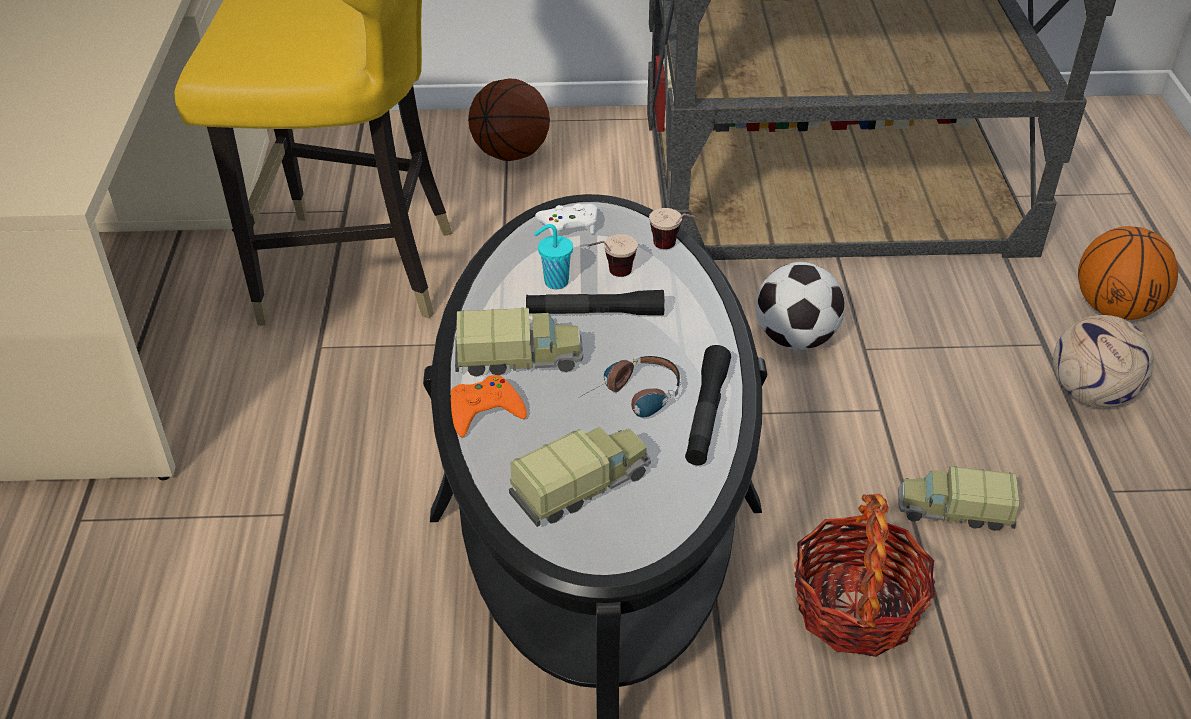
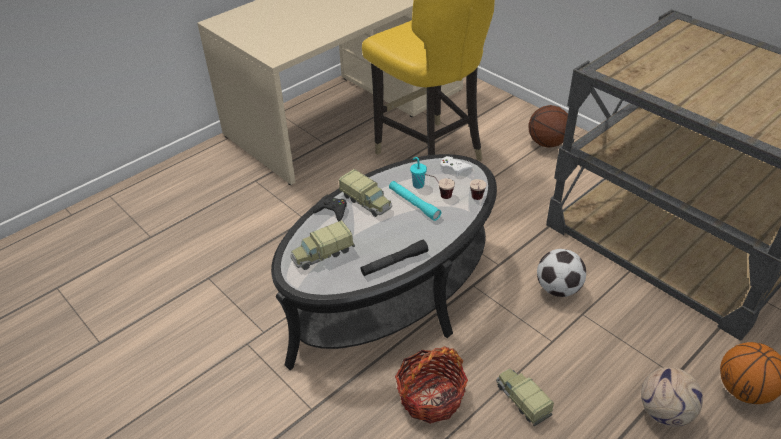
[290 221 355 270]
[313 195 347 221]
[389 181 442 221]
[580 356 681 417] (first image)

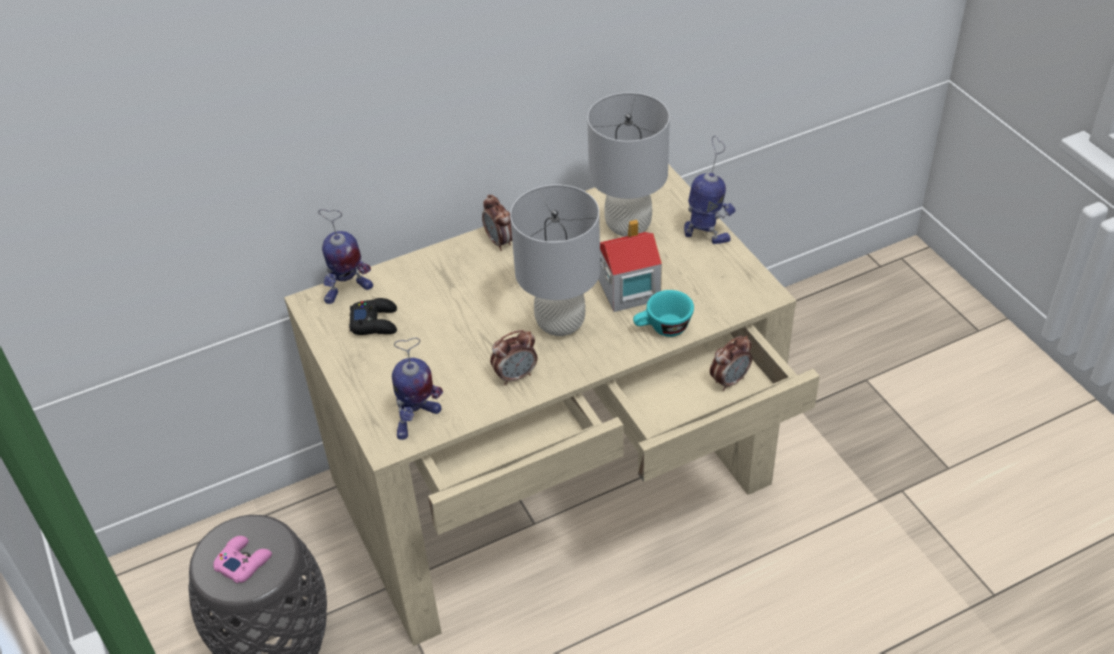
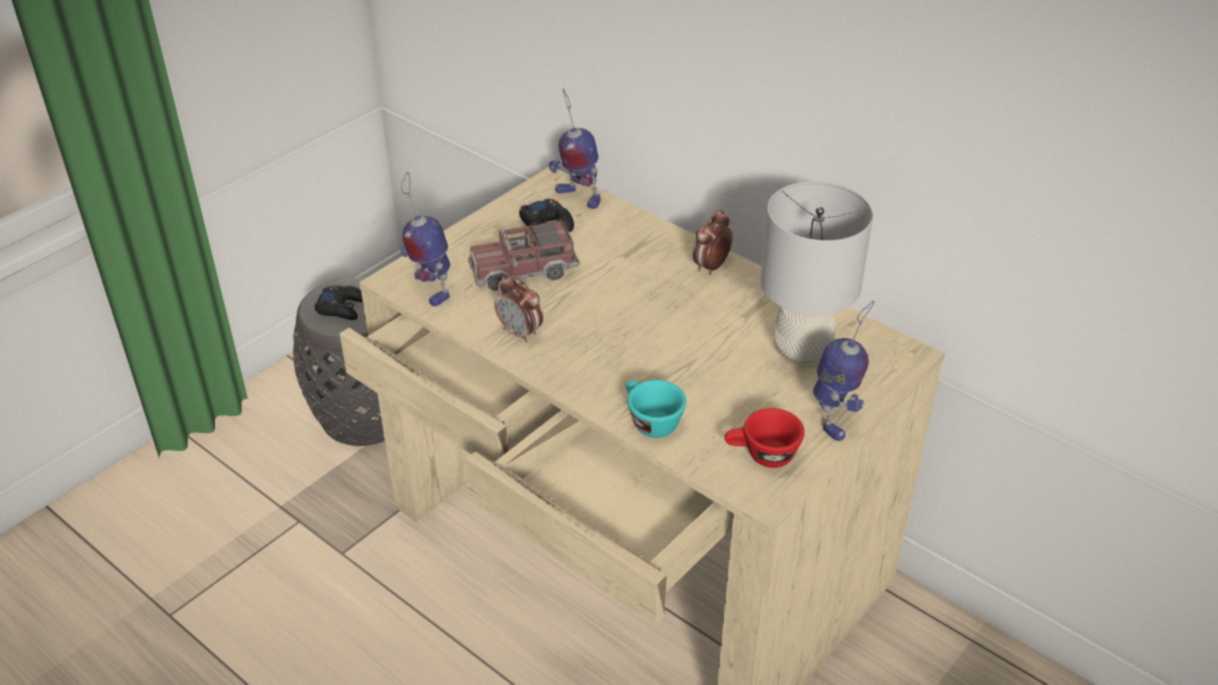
[314 286 363 320]
[401 172 450 307]
[468 219 580 291]
[725 408 805 468]
[510 185 600 336] (first image)
[598 220 662 312] (first image)
[710 336 752 391] (first image)

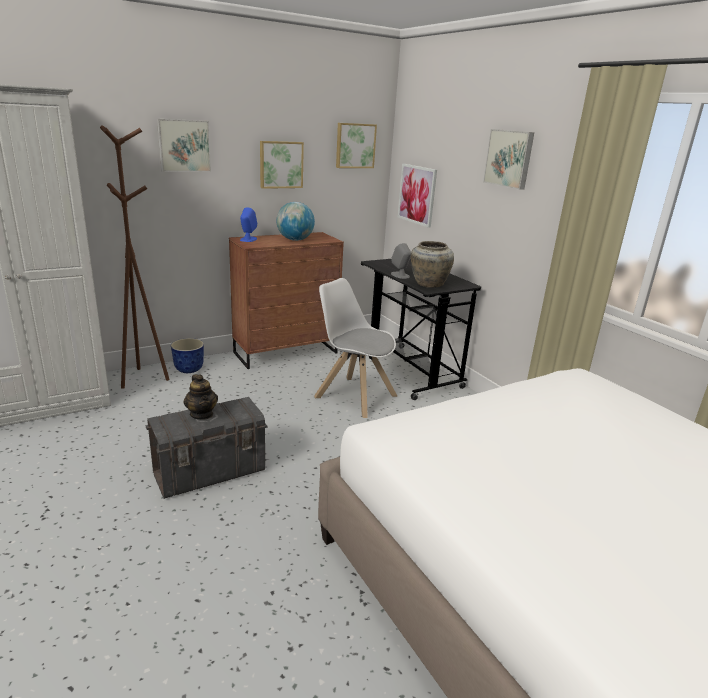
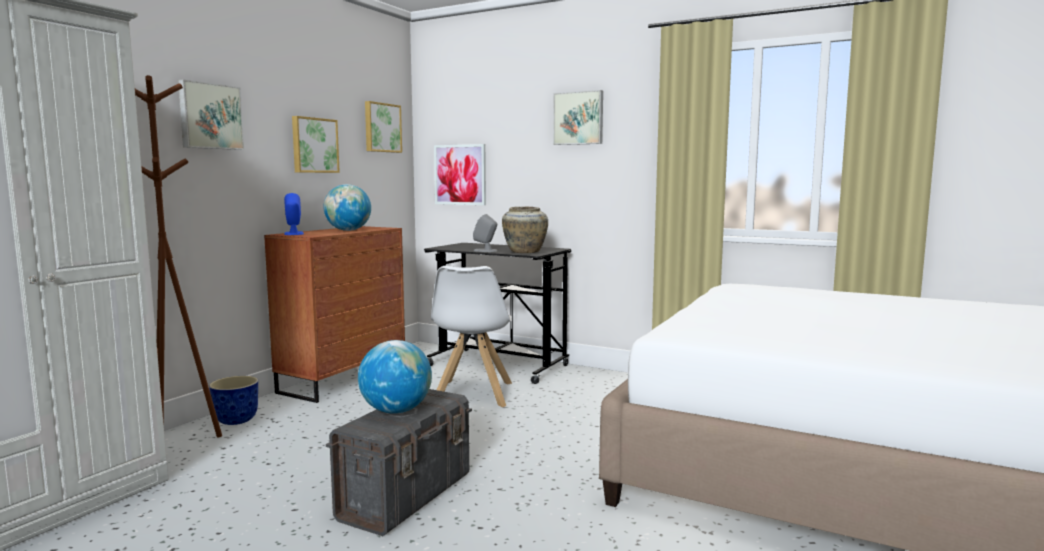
[358 340 432 414]
[431 266 512 407]

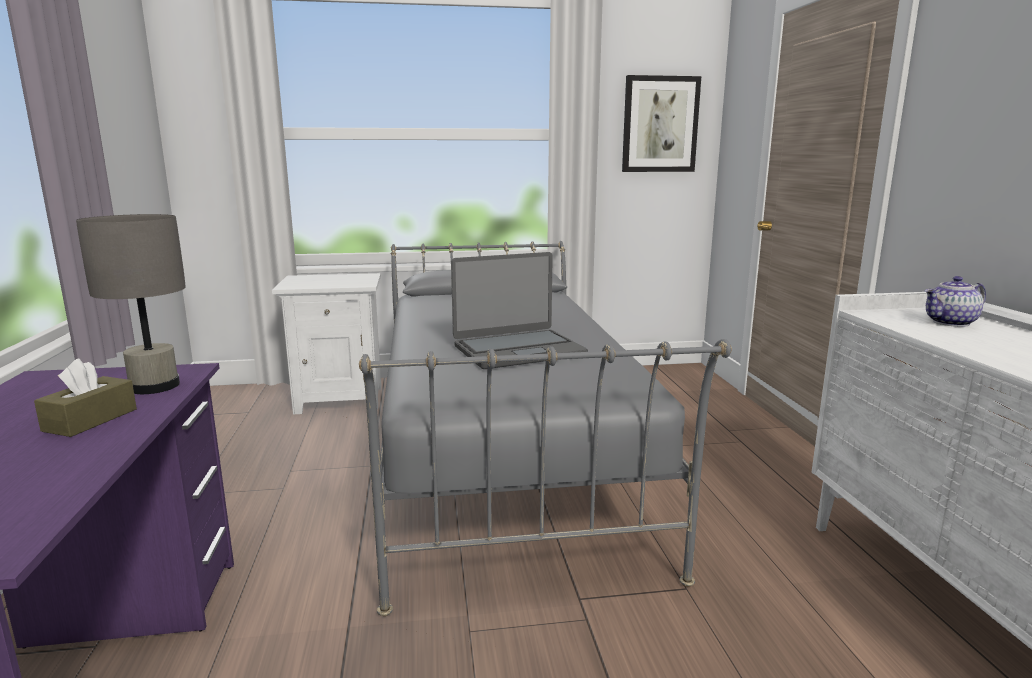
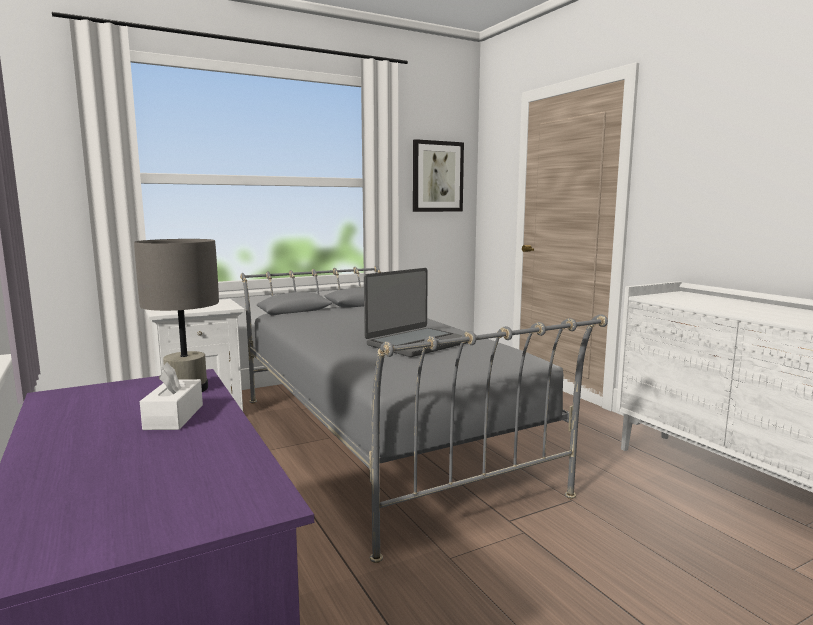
[140 362 203 430]
[925 276 986 327] (first image)

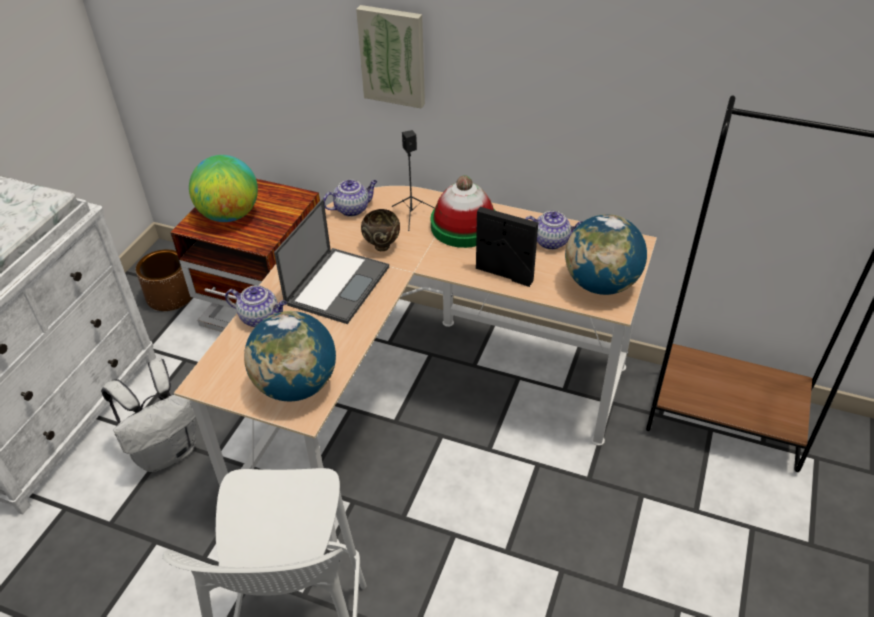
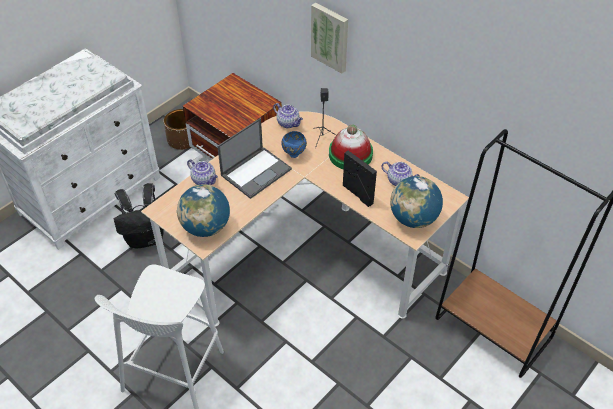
[114 183 164 249]
[273 103 303 128]
[281 131 307 158]
[189 155 258 222] (first image)

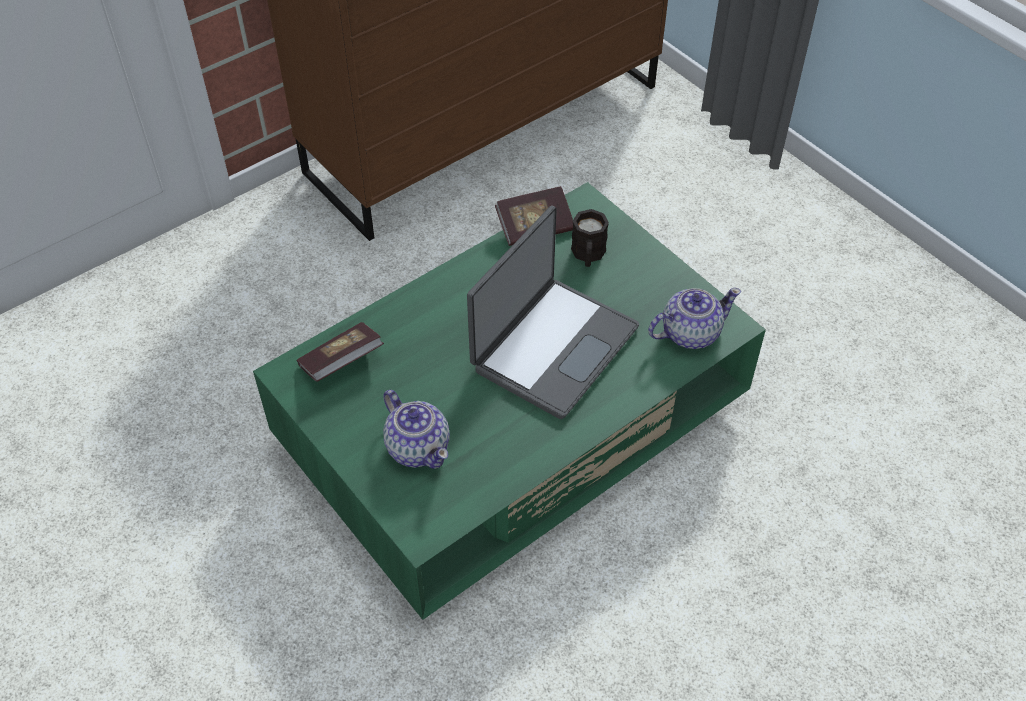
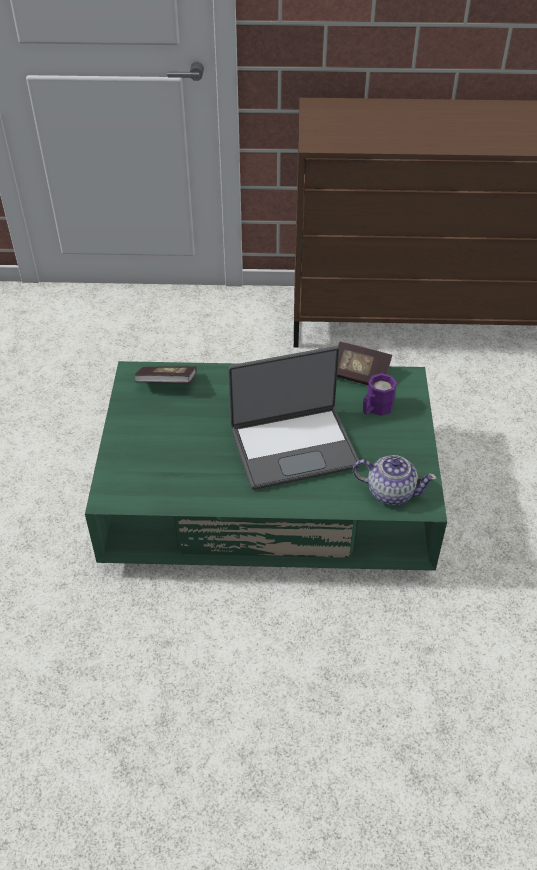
[363 373 397 416]
[383 390 450 469] (first image)

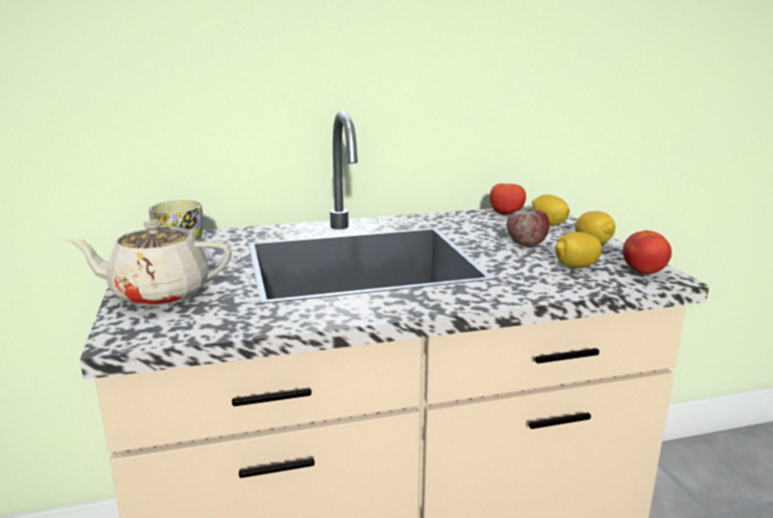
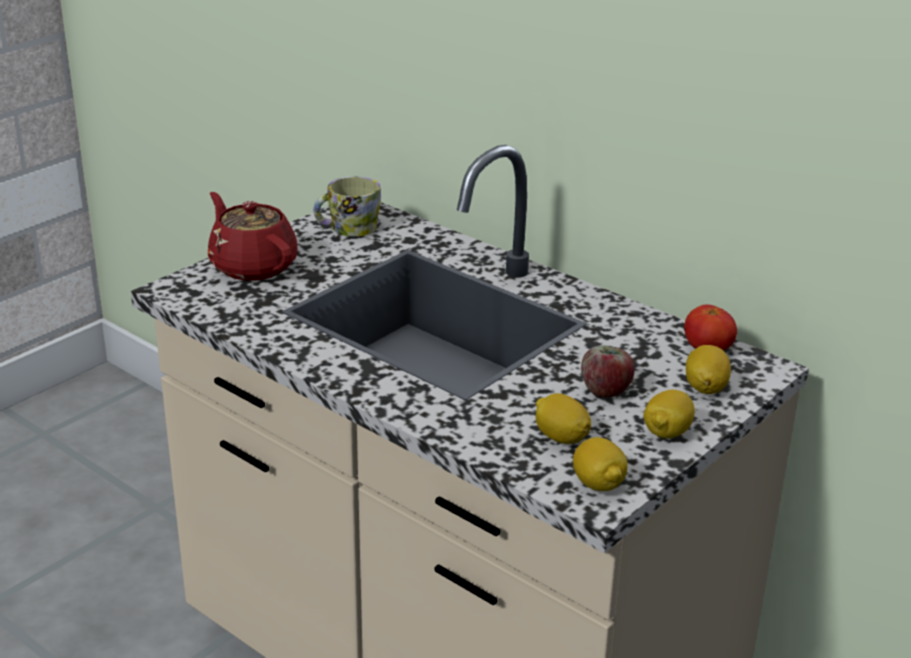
[208 192 297 281]
[573 437 628 491]

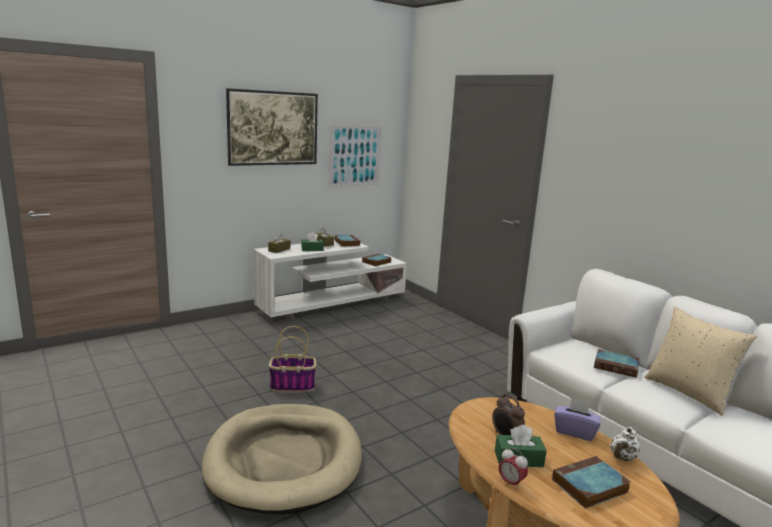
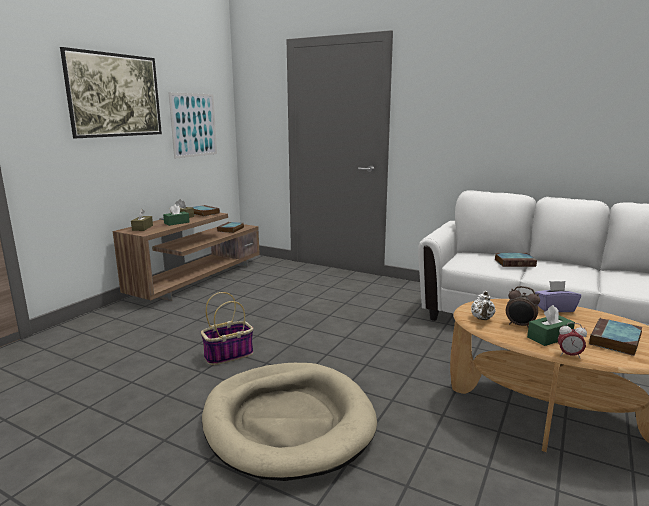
[113 213 260 301]
[471 291 495 320]
[644 307 757 416] (first image)

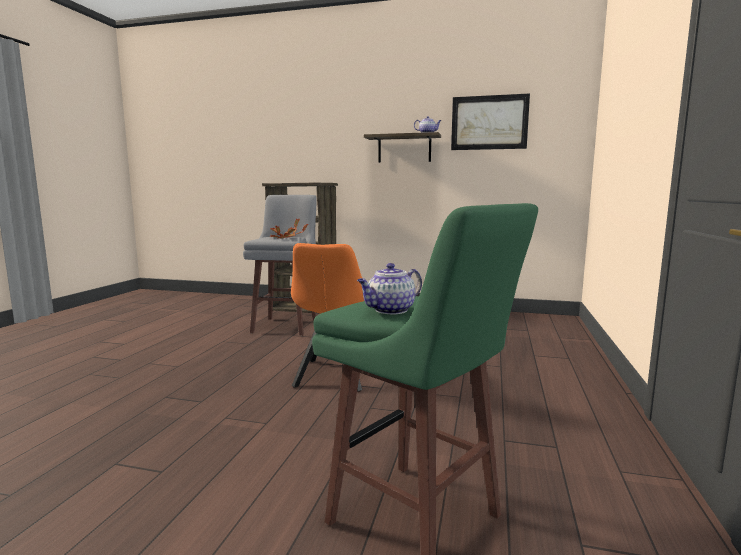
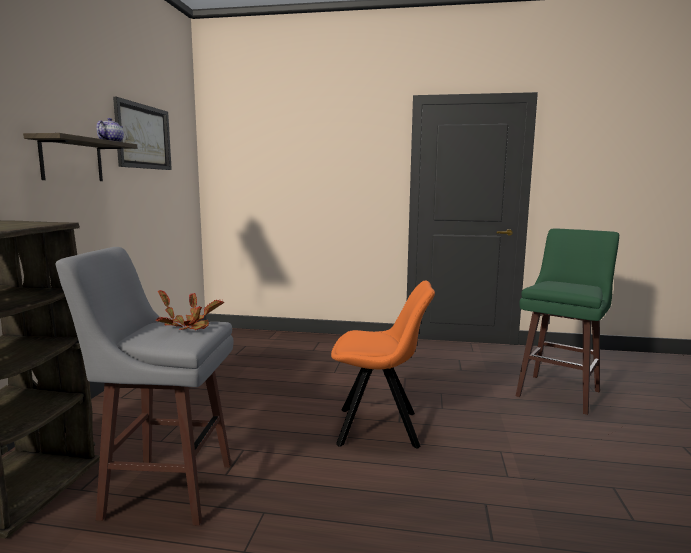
[357 263 422 314] (first image)

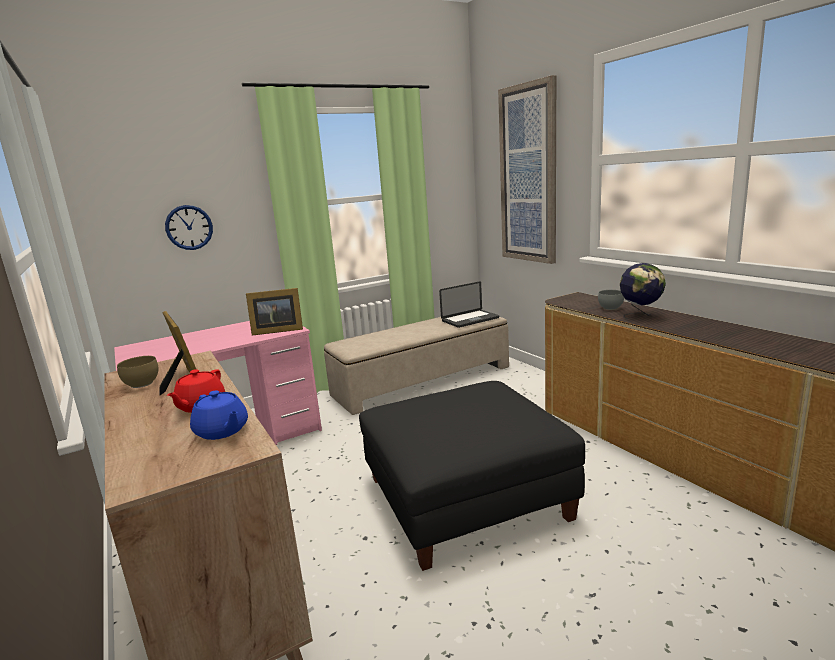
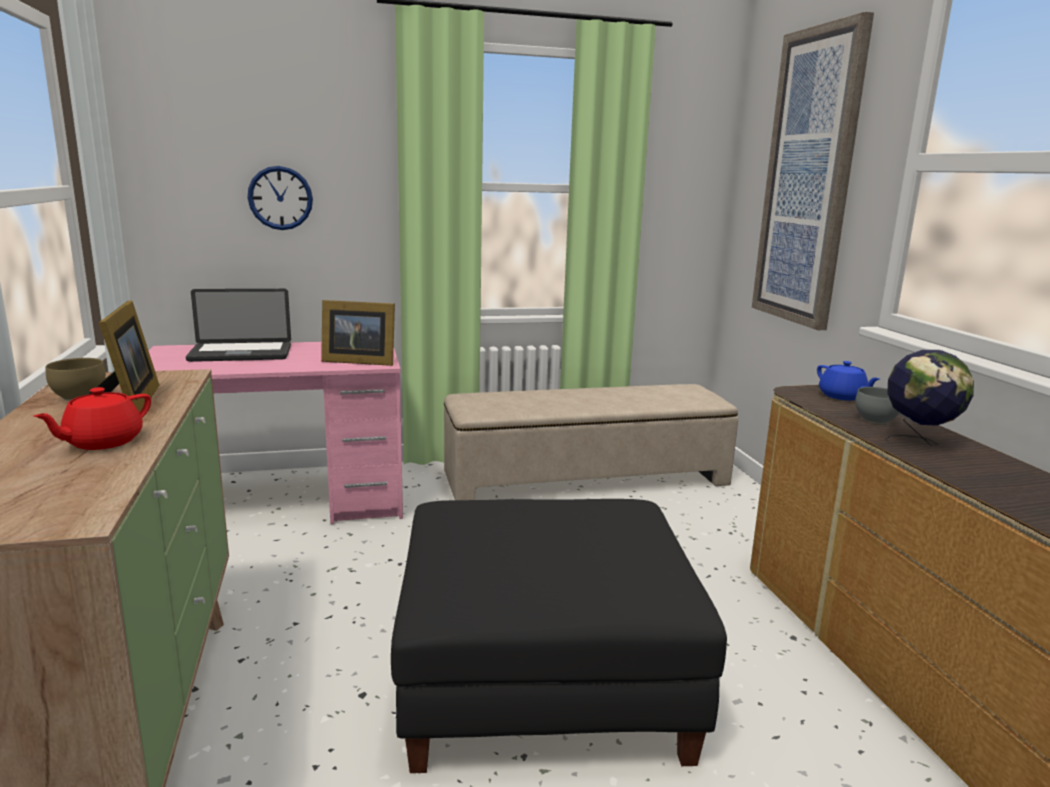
[186 289 291 362]
[817 361 880 401]

